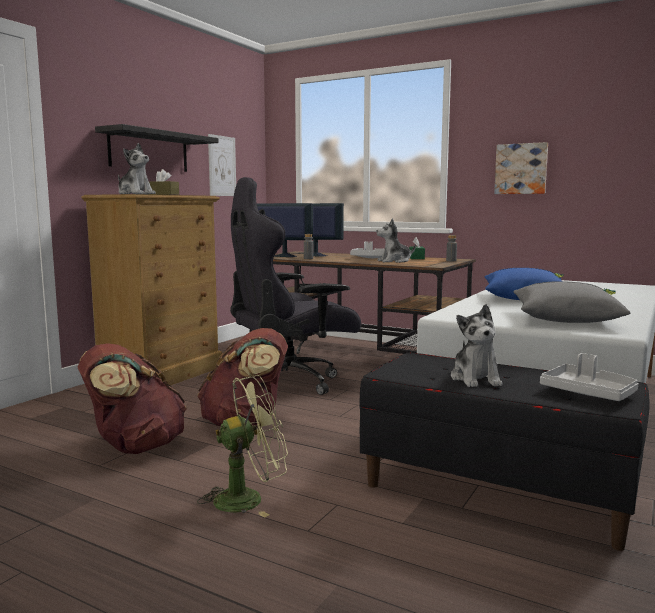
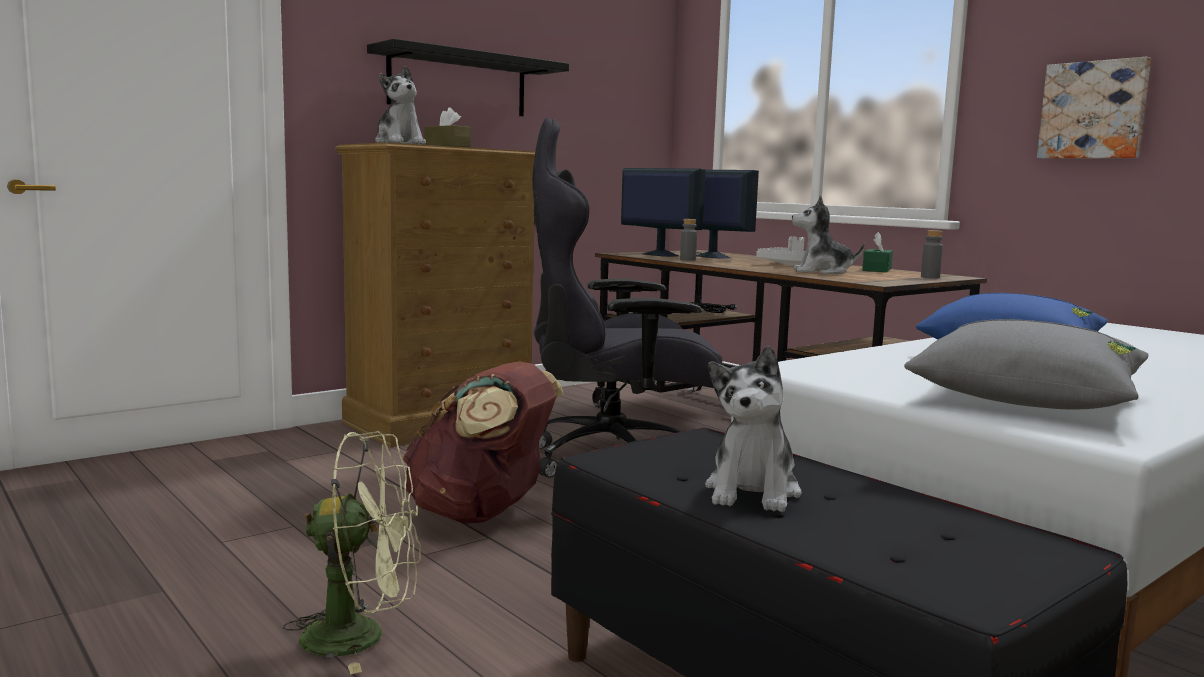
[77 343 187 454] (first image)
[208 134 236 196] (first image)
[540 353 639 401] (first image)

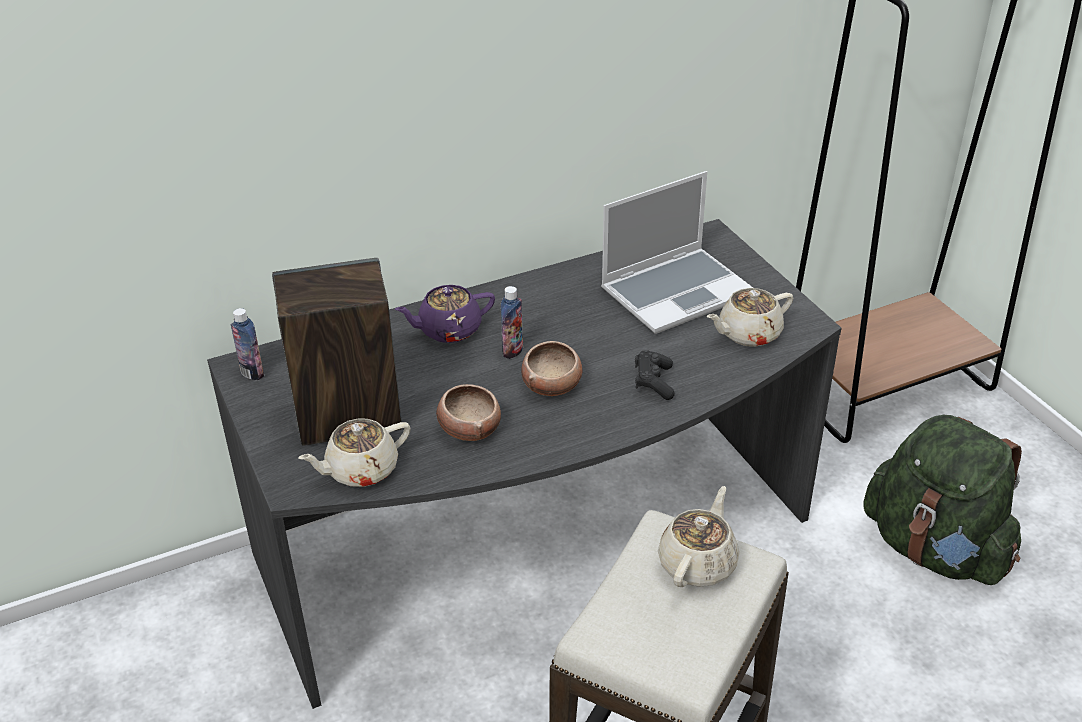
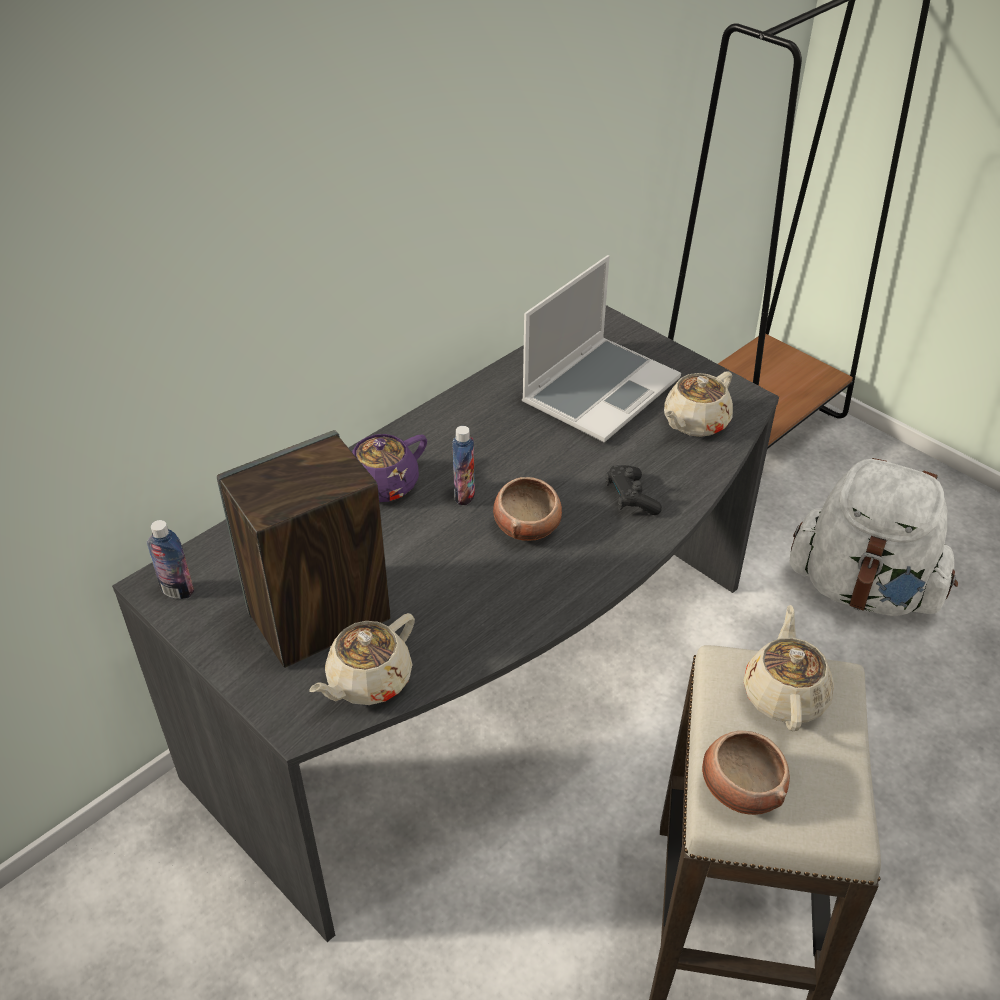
[702 731 790 815]
[789 458 958 616]

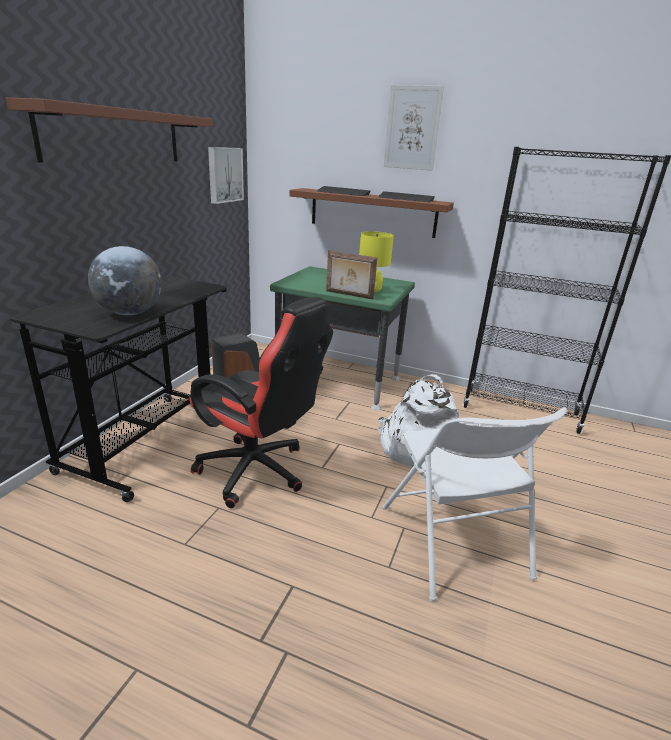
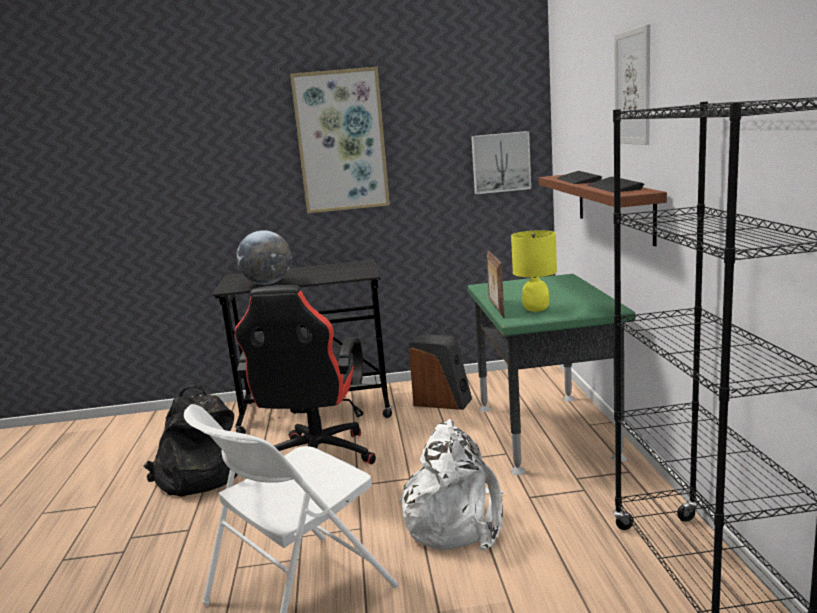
[144 384 238 497]
[290 67 390 213]

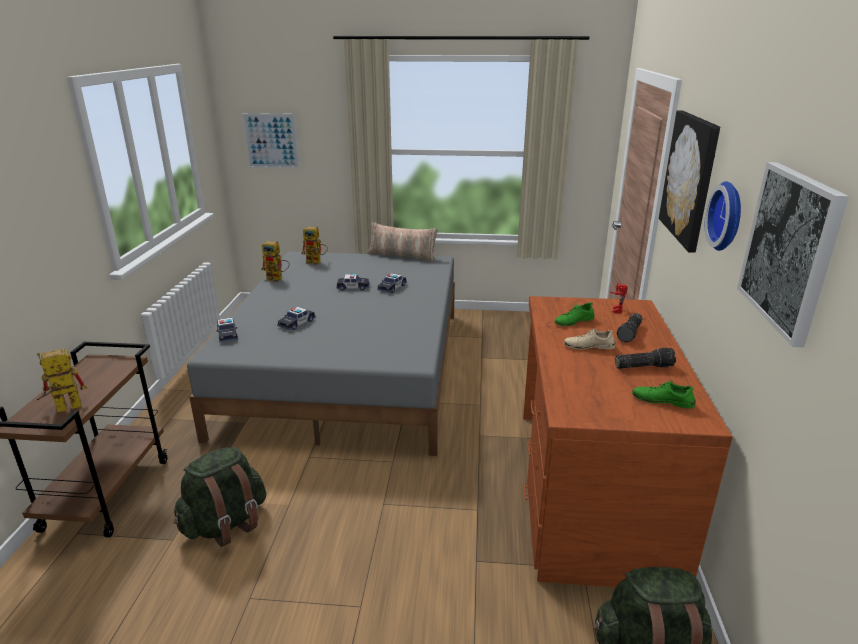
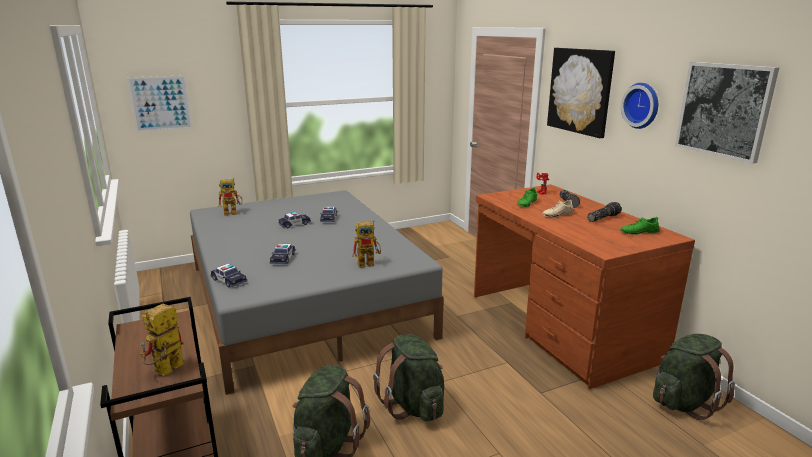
[352 220 381 268]
[373 334 444 422]
[367 222 438 262] (first image)

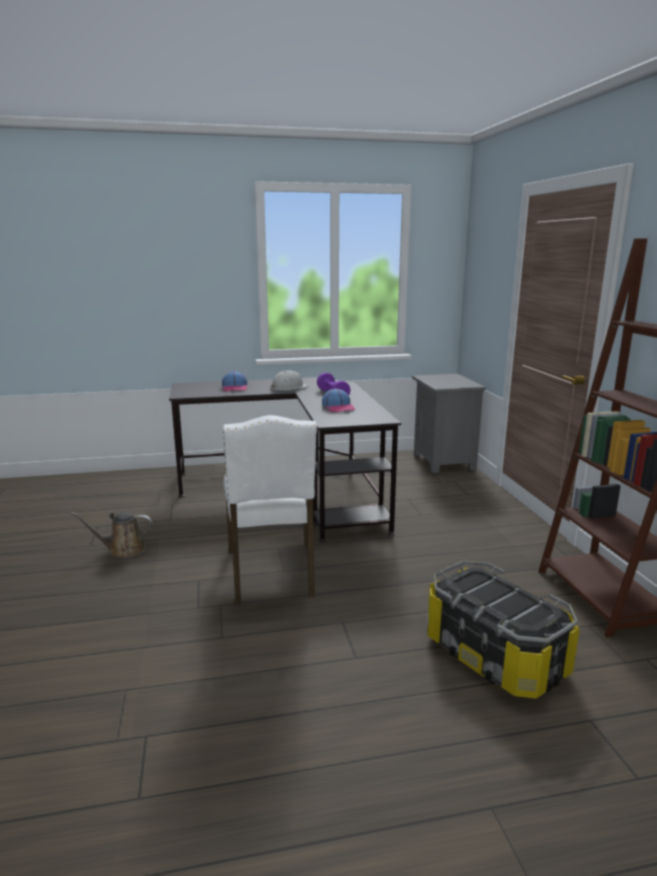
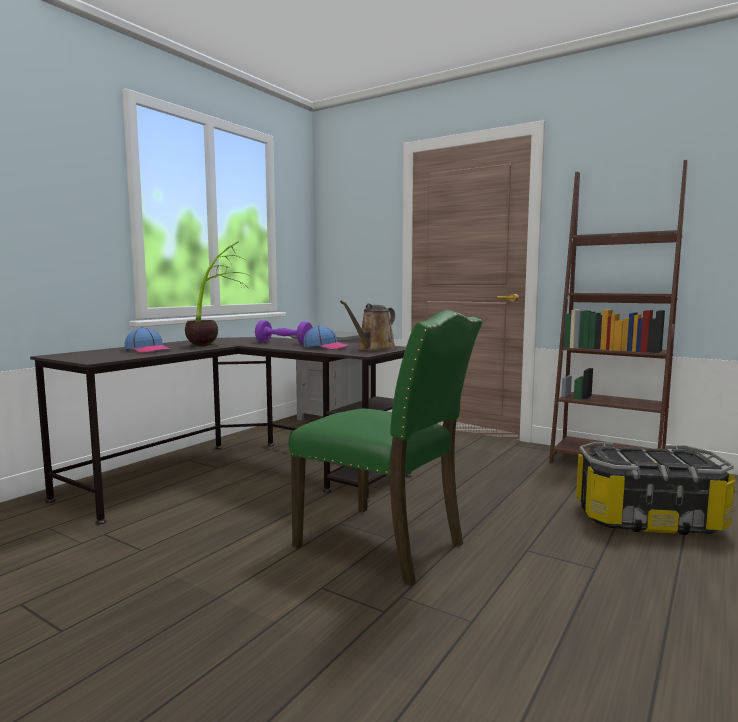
[185 242 250 348]
[288 310 483 586]
[340 301 396 351]

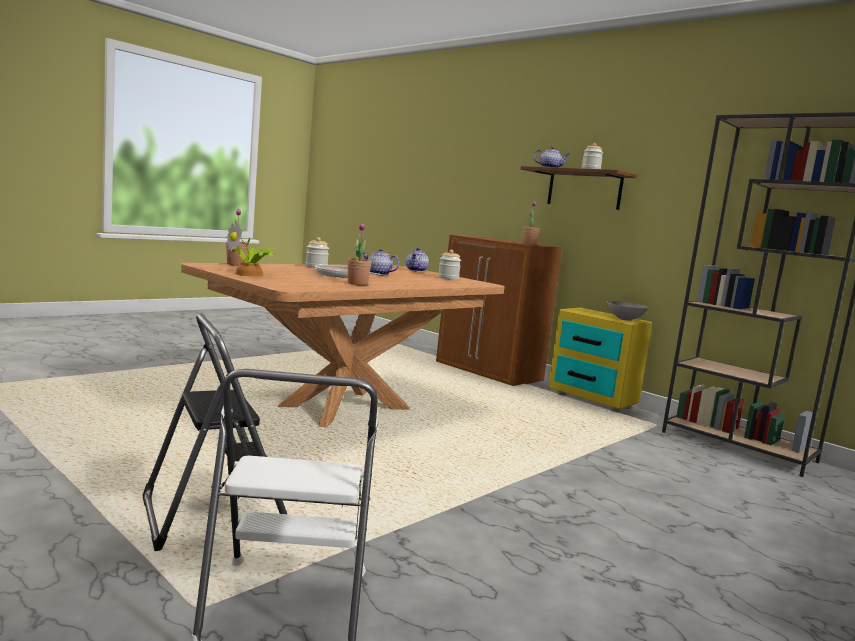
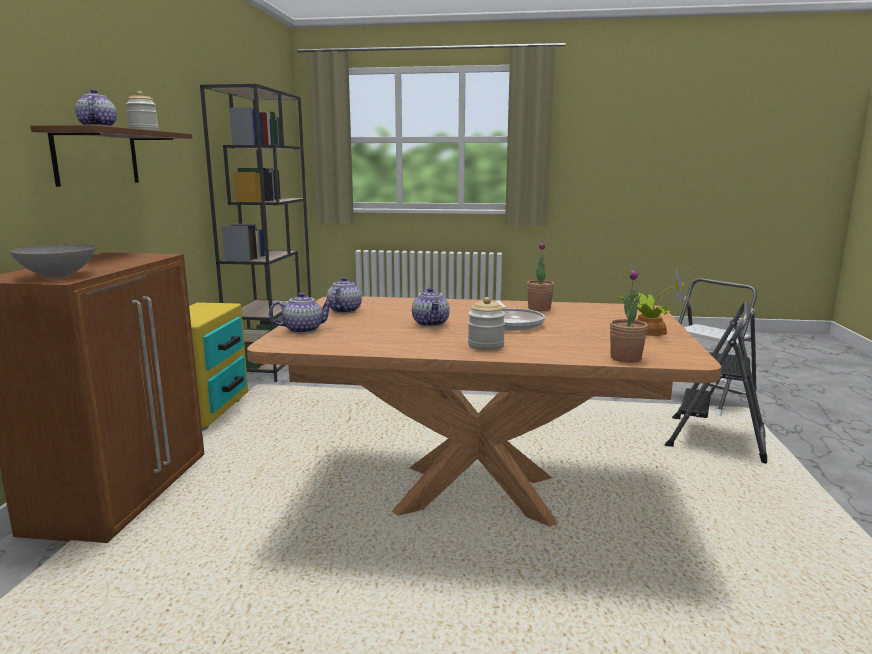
[10 244 96 278]
[327 277 362 313]
[522 201 540 245] (first image)

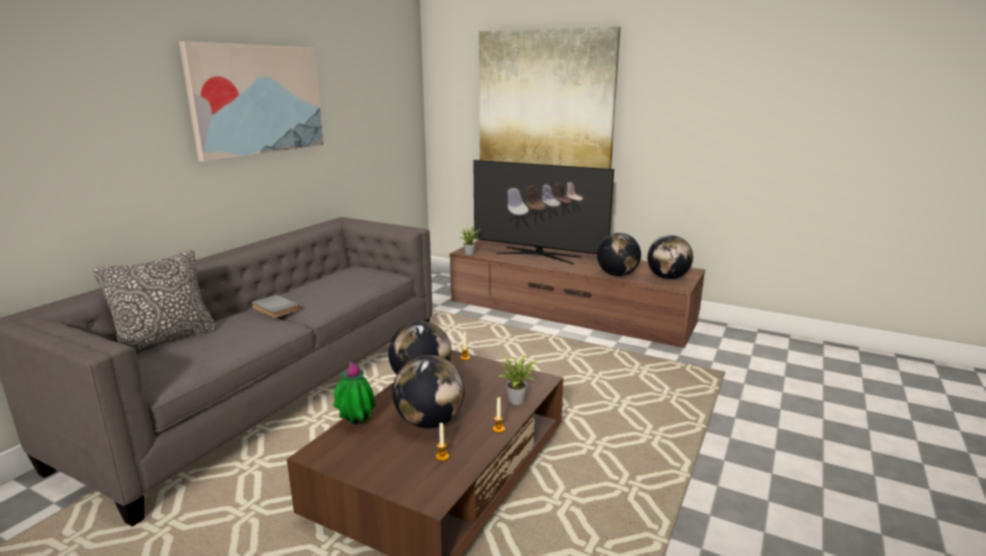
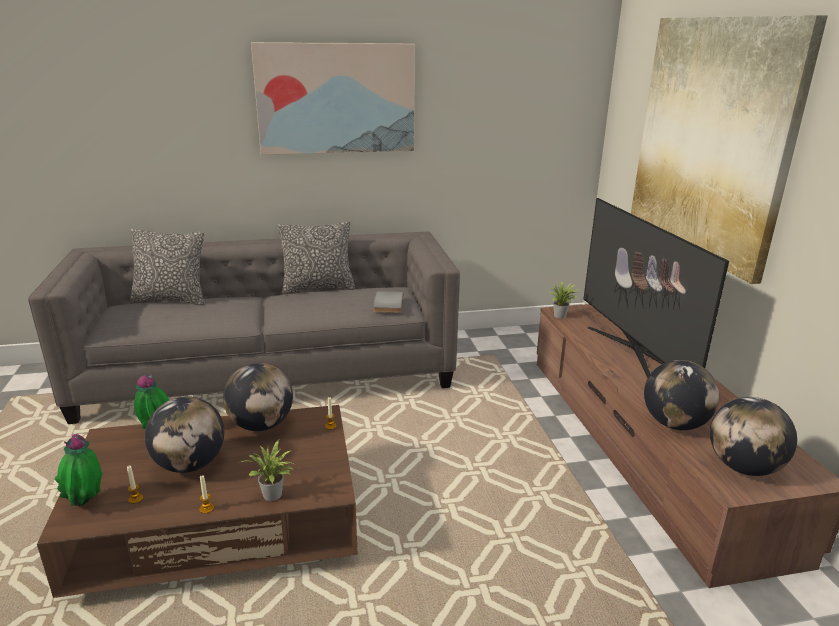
[54 434 103 506]
[278 221 355 294]
[373 291 403 313]

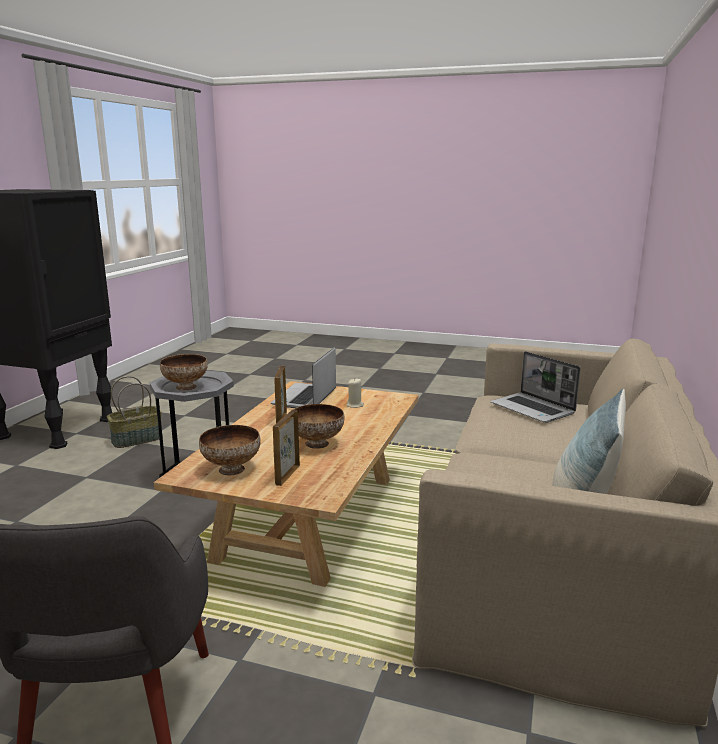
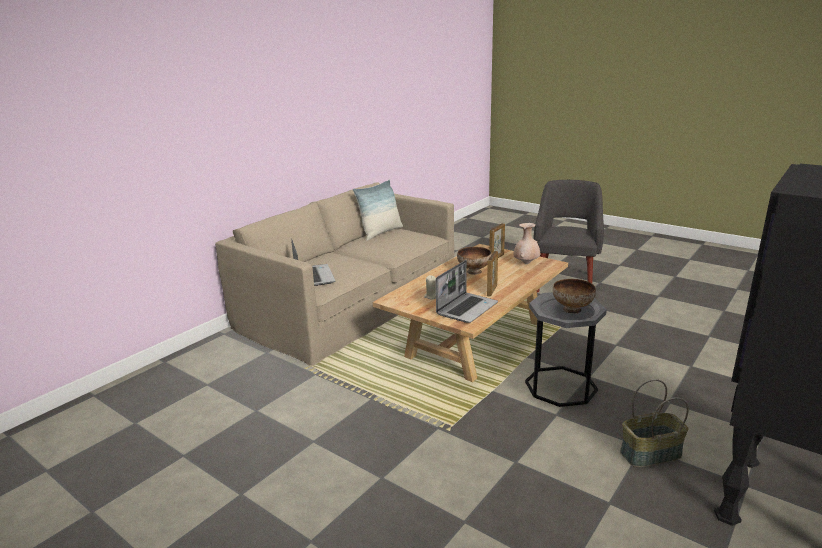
[513 223 540 264]

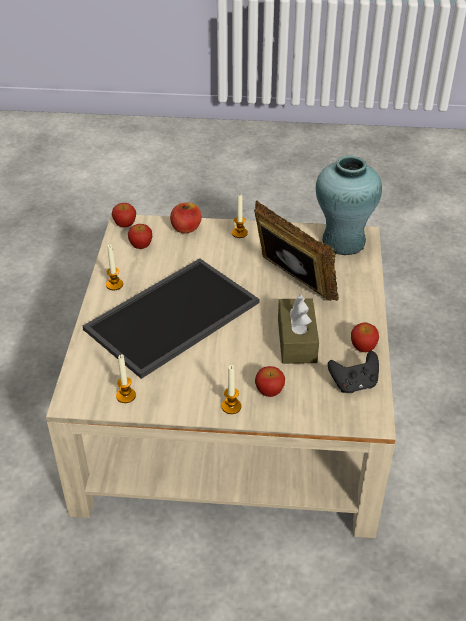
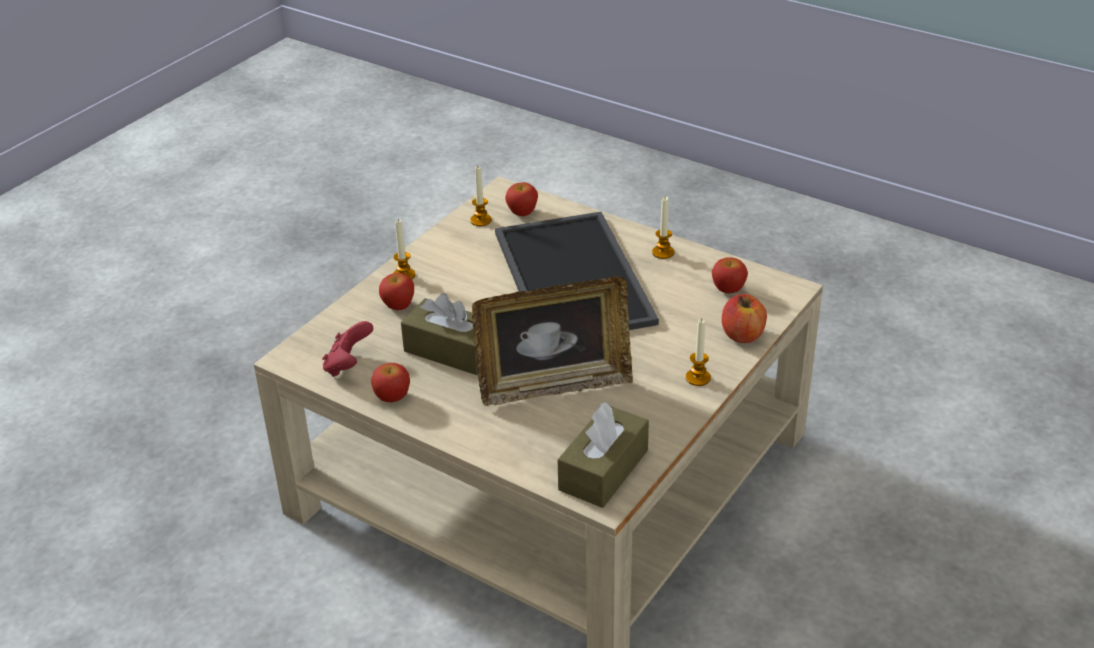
[322 321 373 377]
[505 182 538 216]
[557 402 649 508]

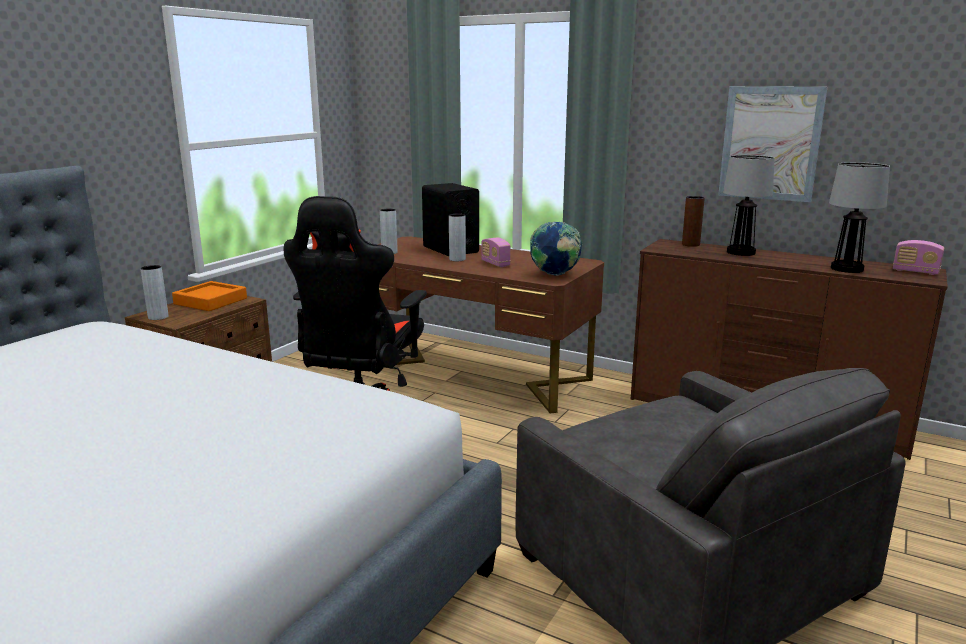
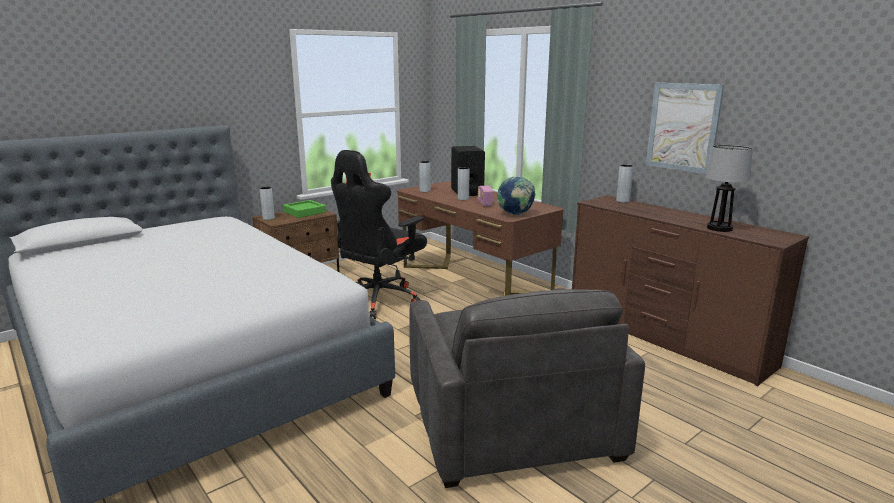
[283 200 326 218]
[616 164 634 203]
[723 155 774 256] (first image)
[893 240 944 275] (first image)

